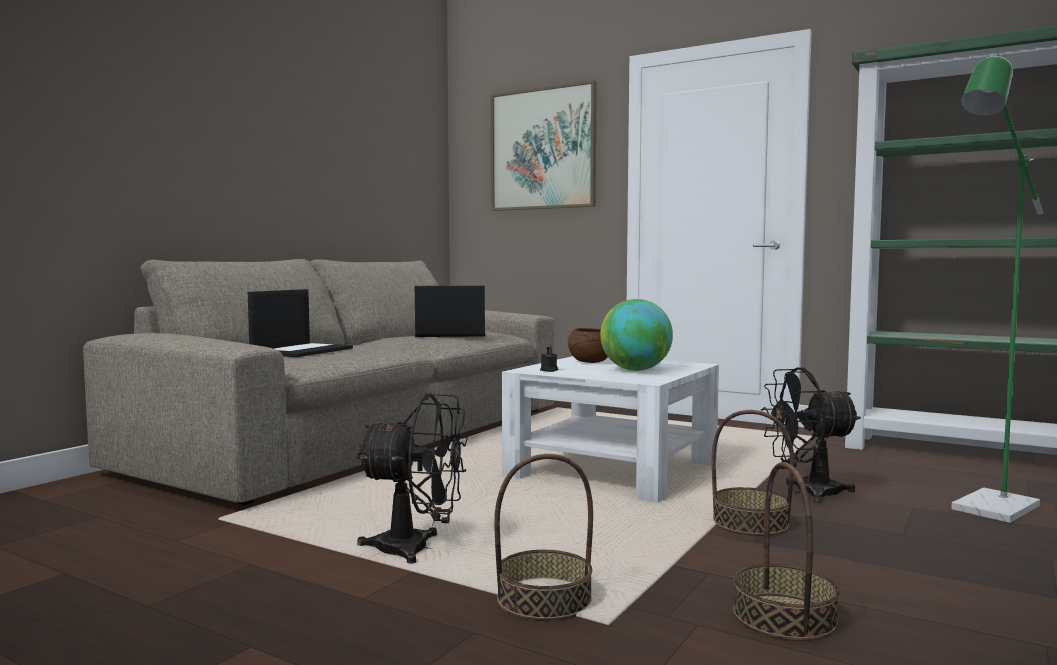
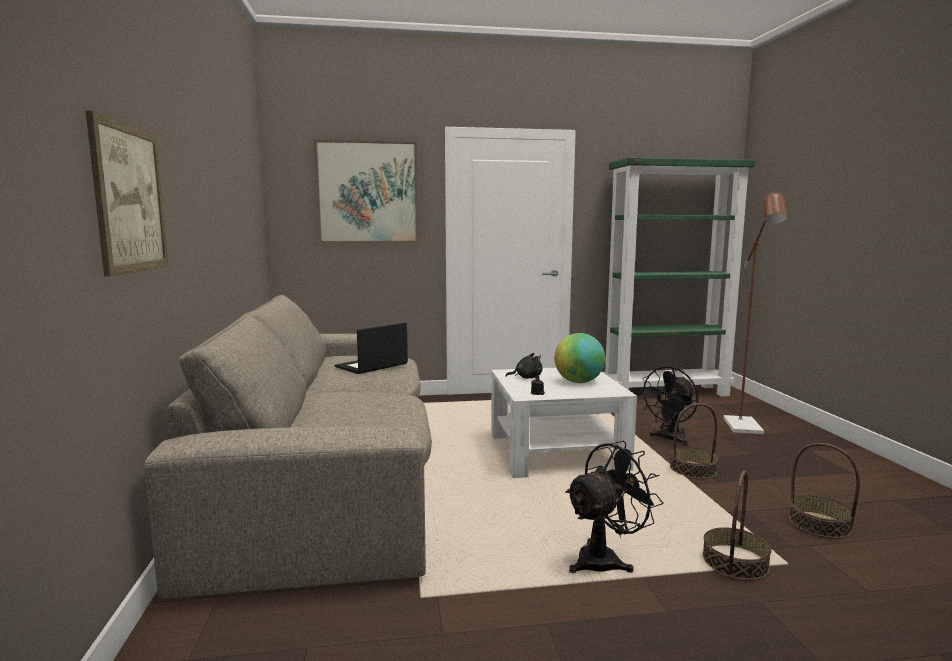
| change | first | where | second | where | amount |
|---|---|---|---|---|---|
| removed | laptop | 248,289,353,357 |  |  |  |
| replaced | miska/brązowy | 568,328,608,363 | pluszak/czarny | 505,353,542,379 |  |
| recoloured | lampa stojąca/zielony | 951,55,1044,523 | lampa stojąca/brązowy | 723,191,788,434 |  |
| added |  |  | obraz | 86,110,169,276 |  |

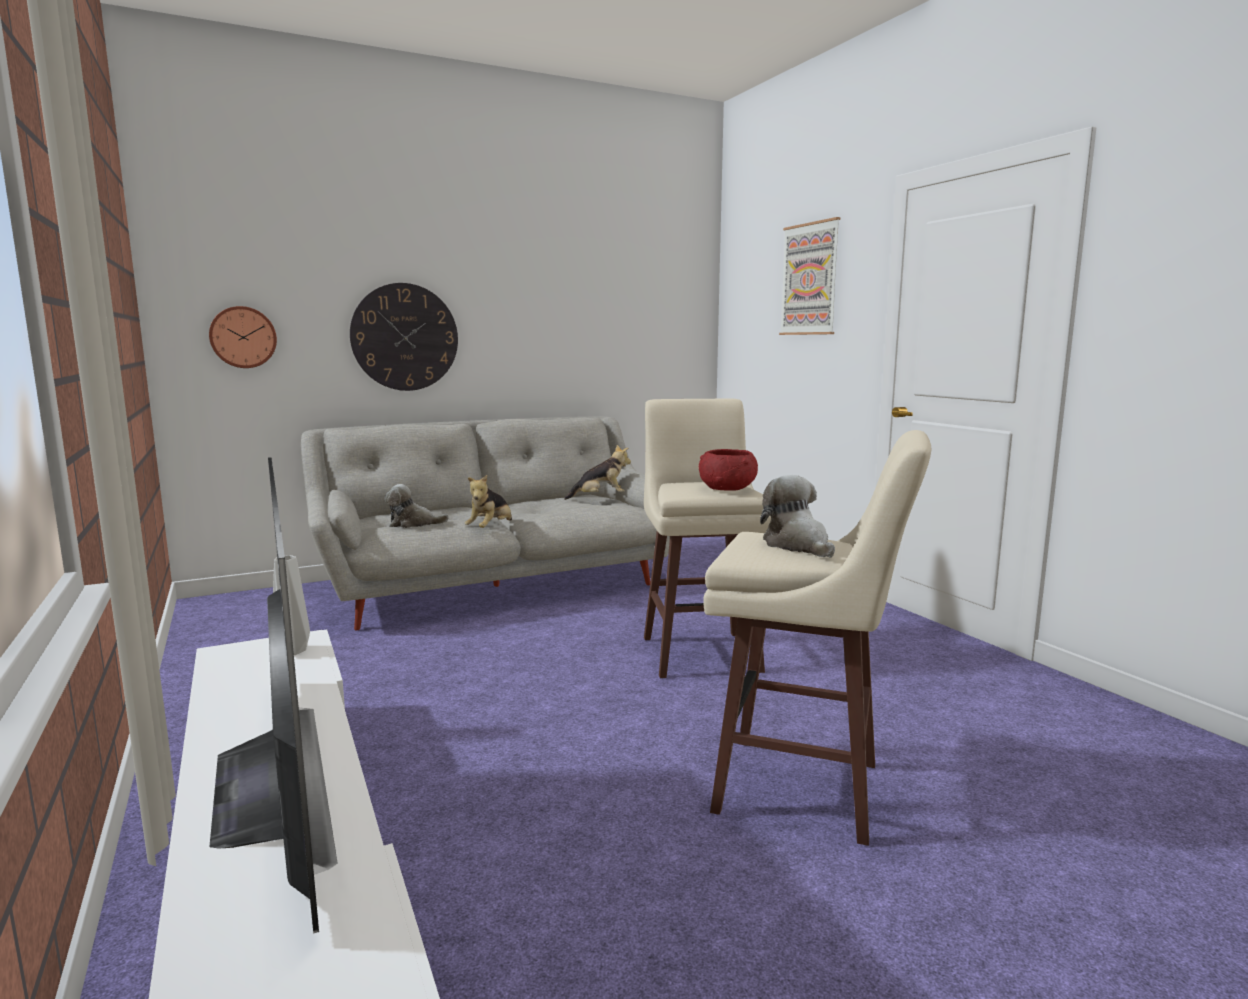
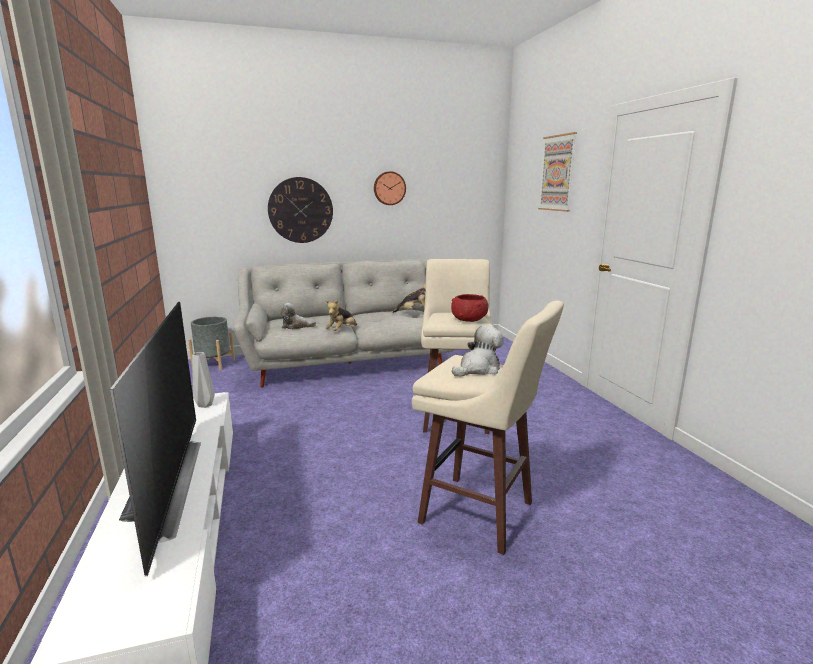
| change | first | where | second | where | amount |
|---|---|---|---|---|---|
| moved | zegar ścienny | 209,306,277,368 |  | 374,171,406,205 |  |
| turned | pluszak | 760,475,835,558 |  | 452,325,504,377 | 60 degrees clockwise |
| added |  |  | donica/szary | 188,317,235,371 |  |

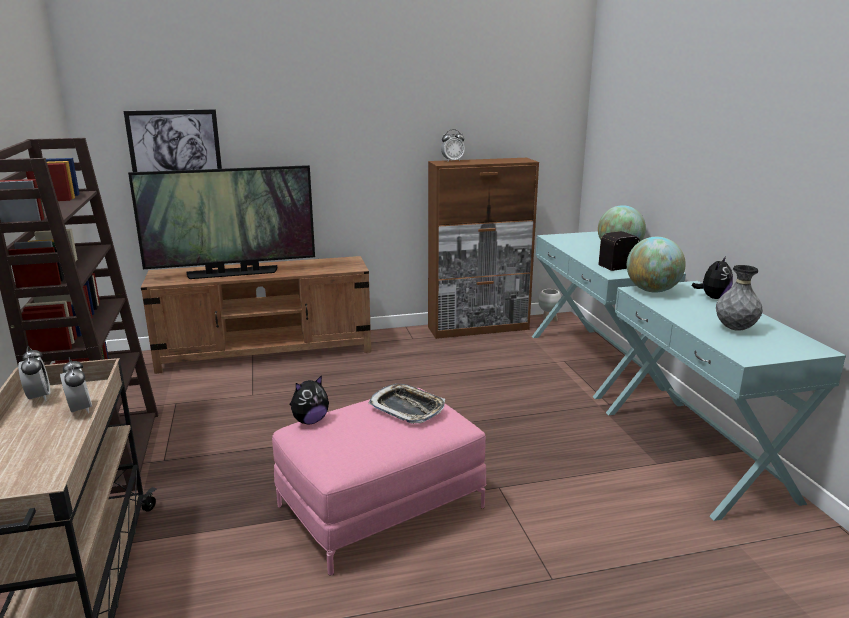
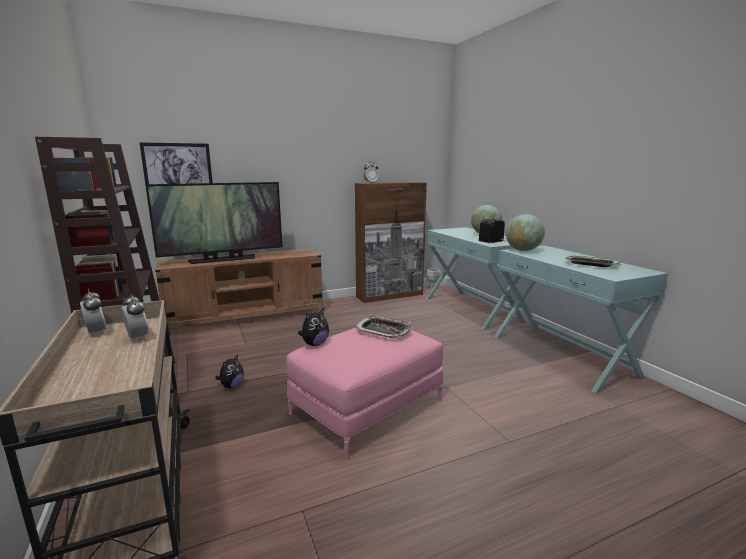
| change | first | where | second | where | amount |
|---|---|---|---|---|---|
| moved | pluszak | 692,256,733,299 |  | 215,354,244,388 |  |
| replaced | wazon/szary | 716,265,763,331 | taca | 565,256,620,267 |  |

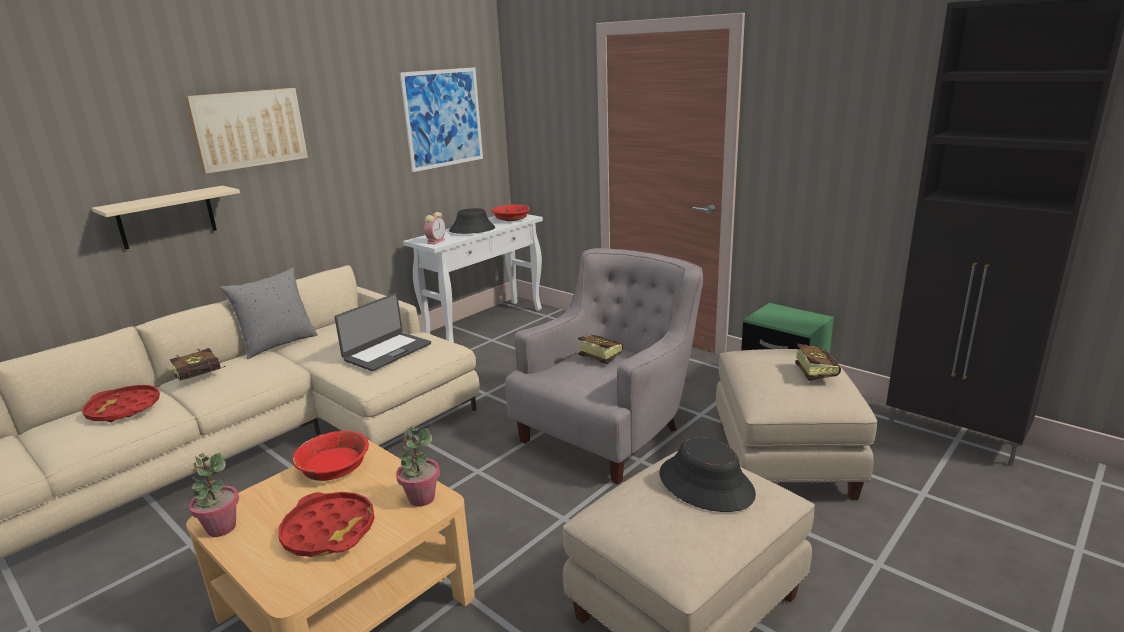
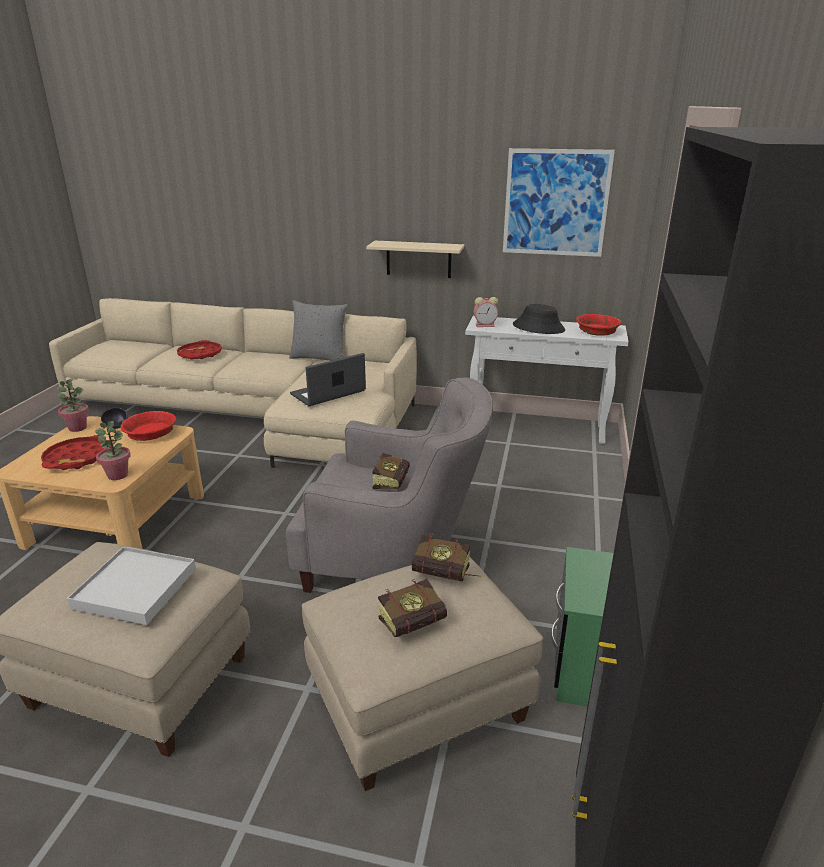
| change | first | where | second | where | amount |
|---|---|---|---|---|---|
| moved | półka/beżowy | 92,186,240,250 |  | 366,241,464,278 |  |
| moved | książka | 170,348,227,381 |  | 412,534,481,581 |  |
| removed | obraz | 185,88,308,174 |  |  |  |
| turned | laptop | 334,293,431,371 |  | 290,353,366,406 | 135 degrees clockwise |
| replaced | kapelusz/czarny | 659,437,756,512 | taca/biały | 67,546,196,625 |  |
| added |  |  | miska/czarny | 101,408,128,429 |  |

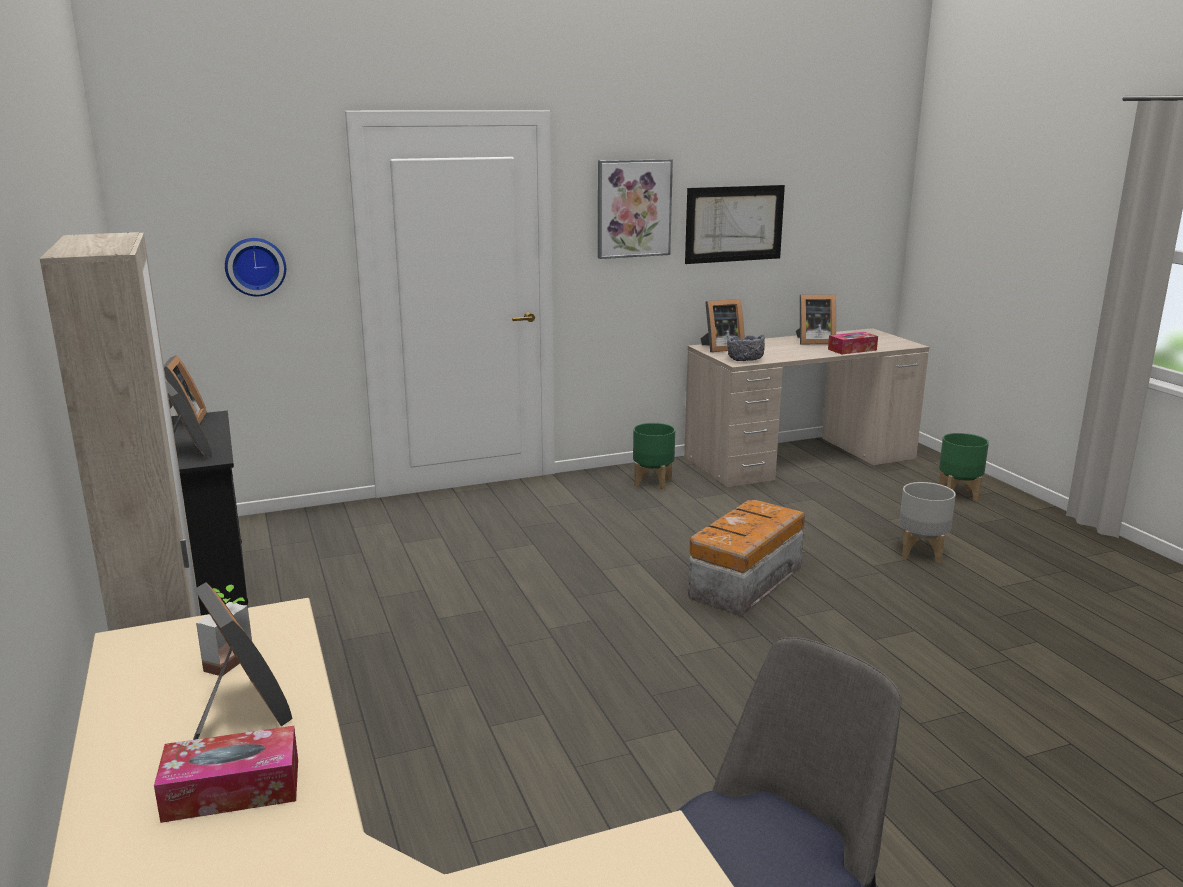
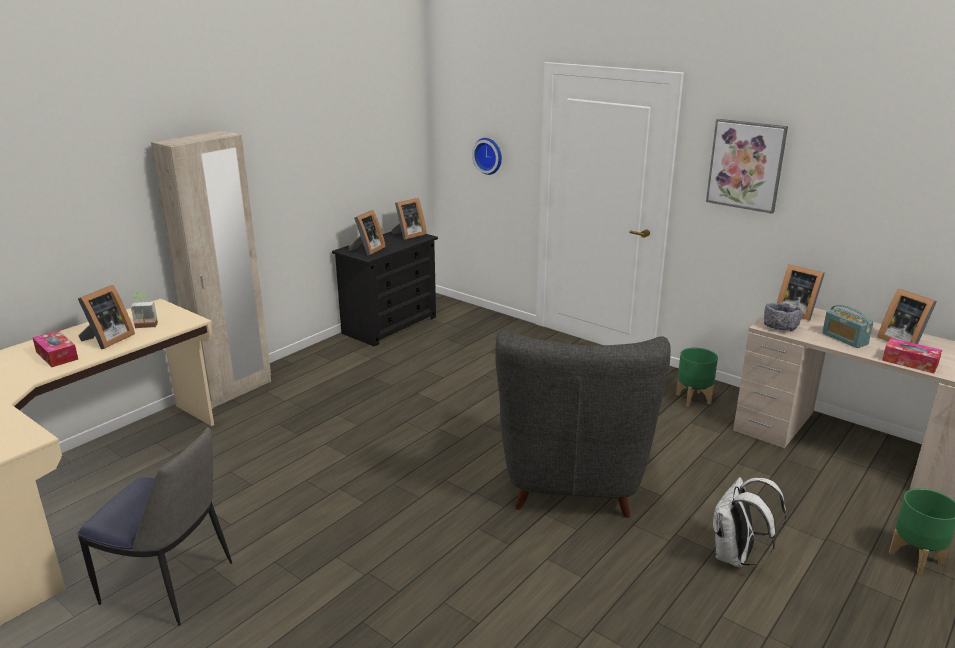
| change | first | where | second | where | amount |
|---|---|---|---|---|---|
| removed | obraz | 685,185,785,264 |  |  |  |
| replaced | pojemnik do przechowywania | 688,500,805,616 | fotel/szary | 495,329,671,518 |  |
| replaced | donica/szary | 899,482,956,564 | plecak/biały | 713,477,786,568 |  |
| added |  |  | radio | 822,305,873,348 |  |

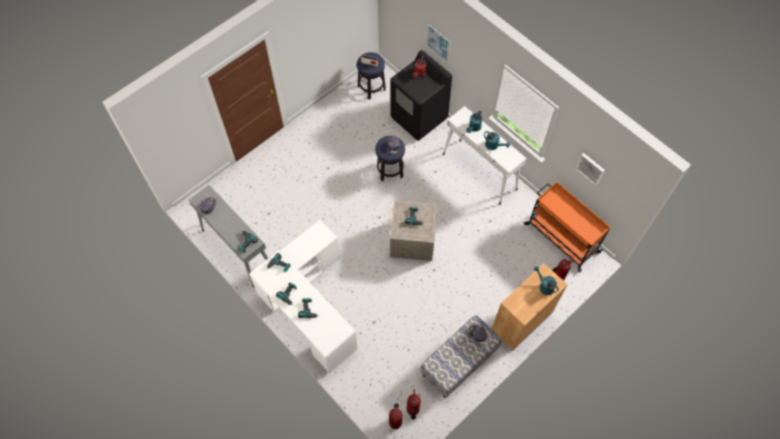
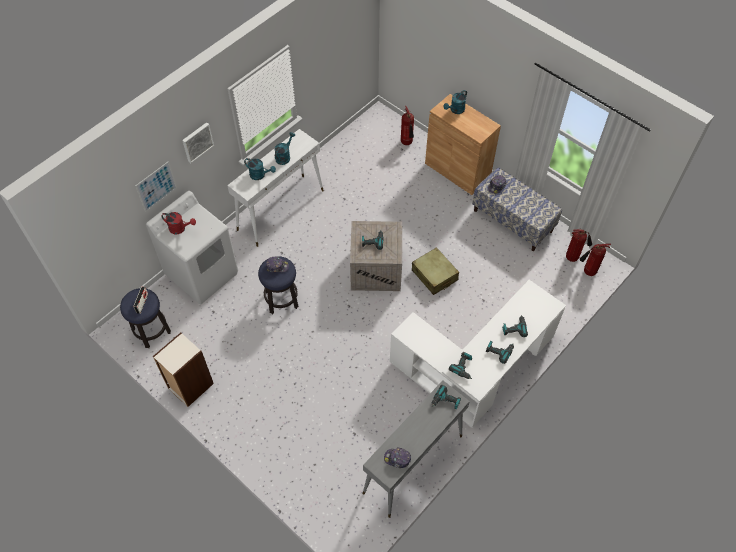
| change | first | where | second | where | amount |
|---|---|---|---|---|---|
| recoloured | pralka/czarny | 390,50,452,141 | pralka/biały | 146,191,238,304 |  |
| removed | wózek/pomarańczowy | 524,182,611,272 |  |  |  |
| moved | obraz | 576,153,605,186 |  | 182,122,214,163 |  |
| added |  |  | regał | 153,333,214,407 |  |
| added |  |  | walizka/beżowy | 412,247,459,295 |  |

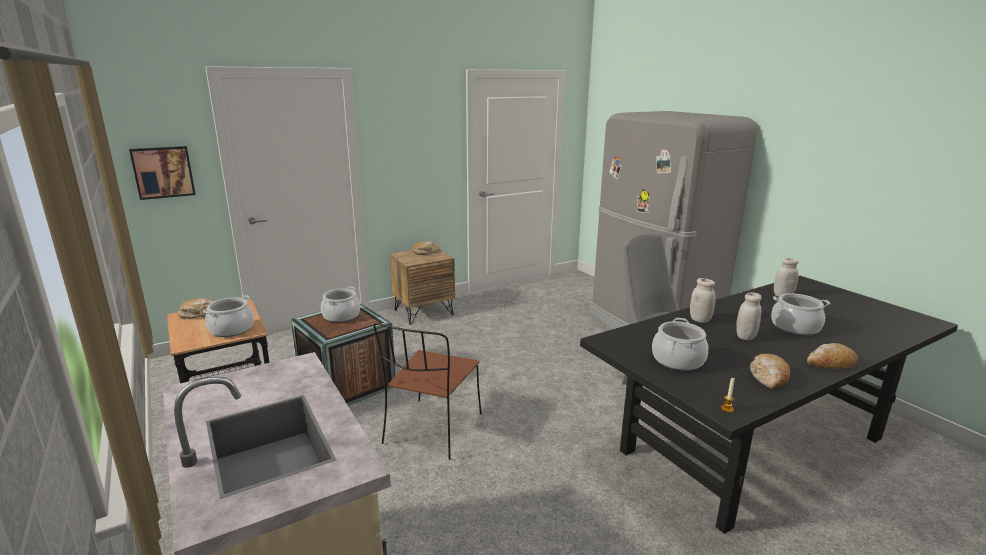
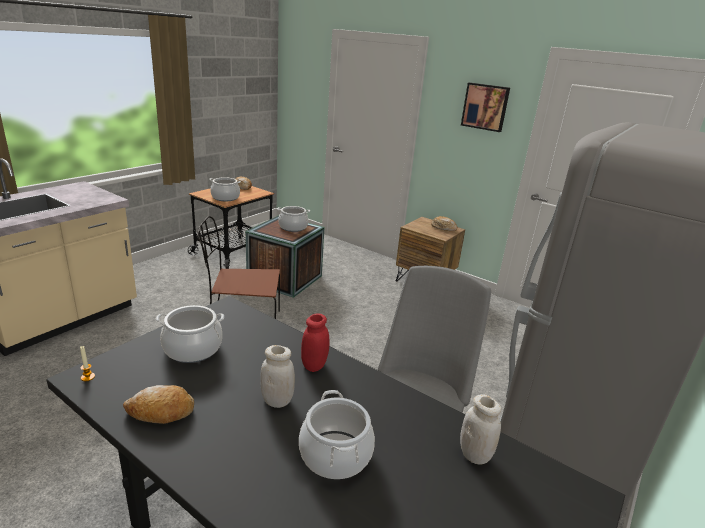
| change | first | where | second | where | amount |
|---|---|---|---|---|---|
| moved | obraz | 129,146,196,200 |  | 461,82,510,132 |  |
| recoloured | słoik/biały | 690,278,716,323 | słoik/czerwony | 301,313,329,372 |  |
| removed | chleb | 807,343,858,369 |  |  |  |

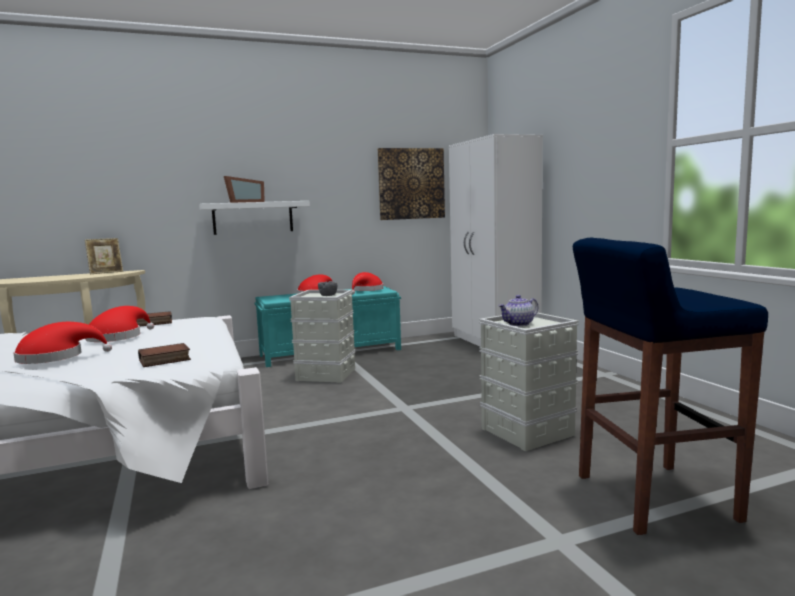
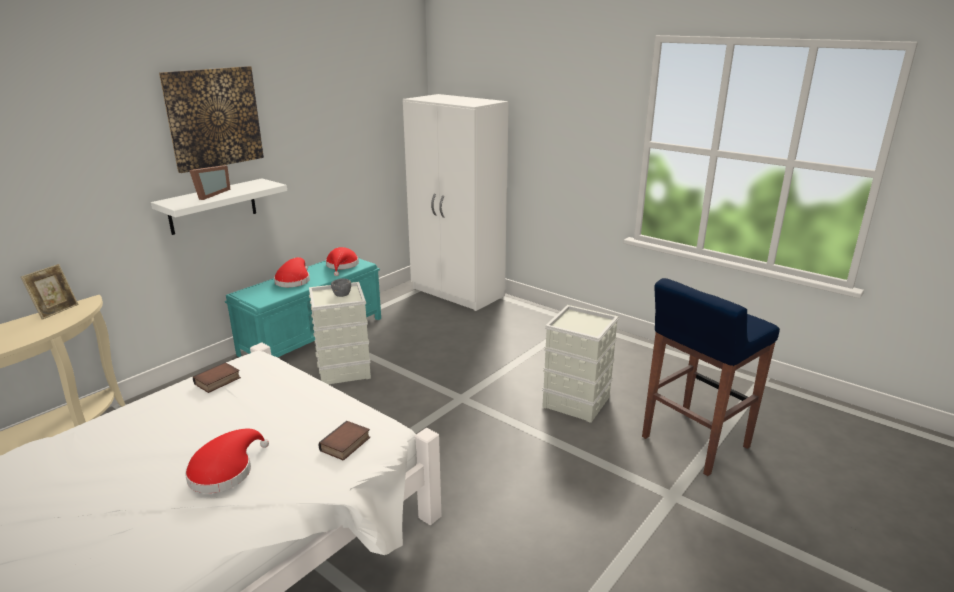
| change | first | where | second | where | amount |
|---|---|---|---|---|---|
| removed | kapelusz/czerwony | 85,306,154,342 |  |  |  |
| moved | obraz | 378,148,445,220 |  | 159,66,264,173 |  |
| removed | imbryk | 498,295,538,326 |  |  |  |

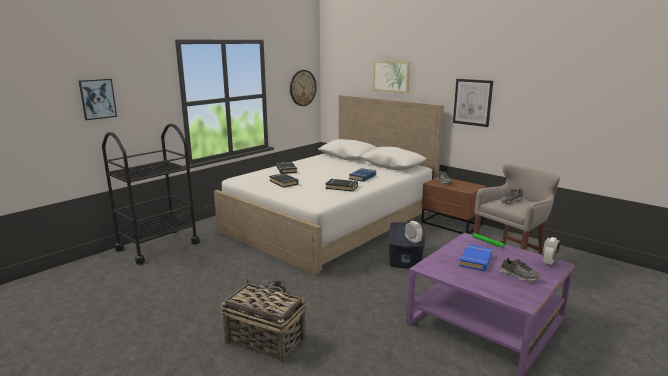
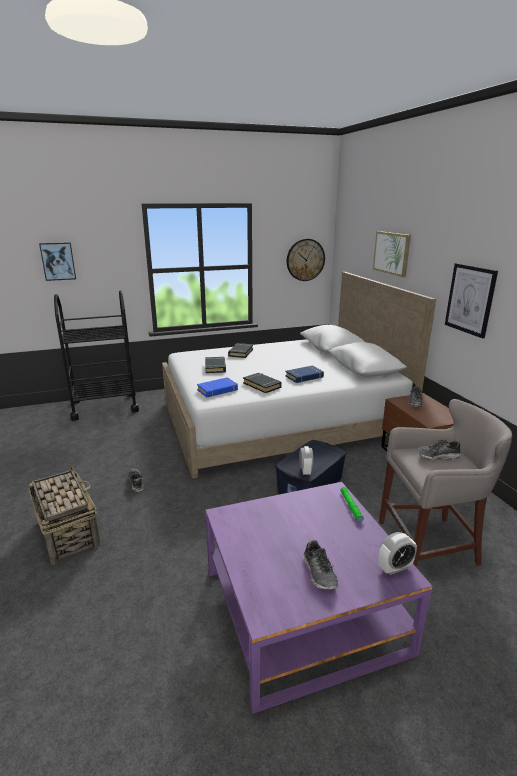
| change | first | where | second | where | amount |
|---|---|---|---|---|---|
| moved | książka/niebieski | 459,244,493,272 |  | 197,377,238,397 |  |

